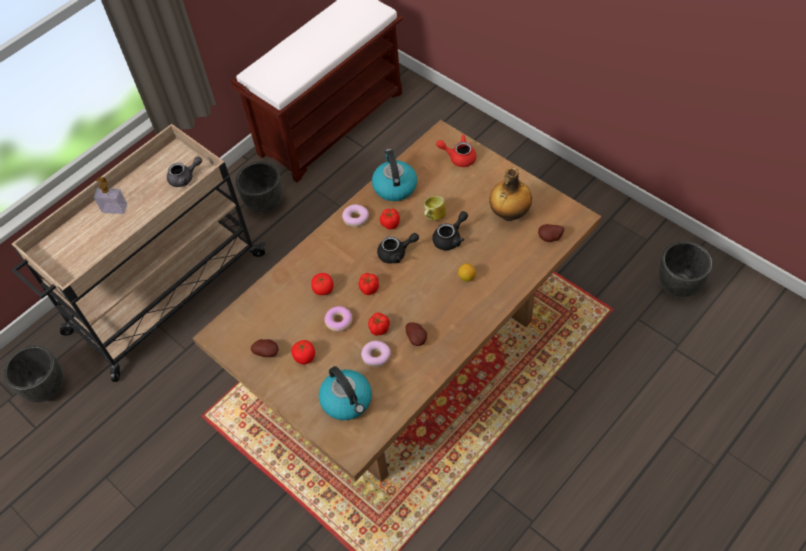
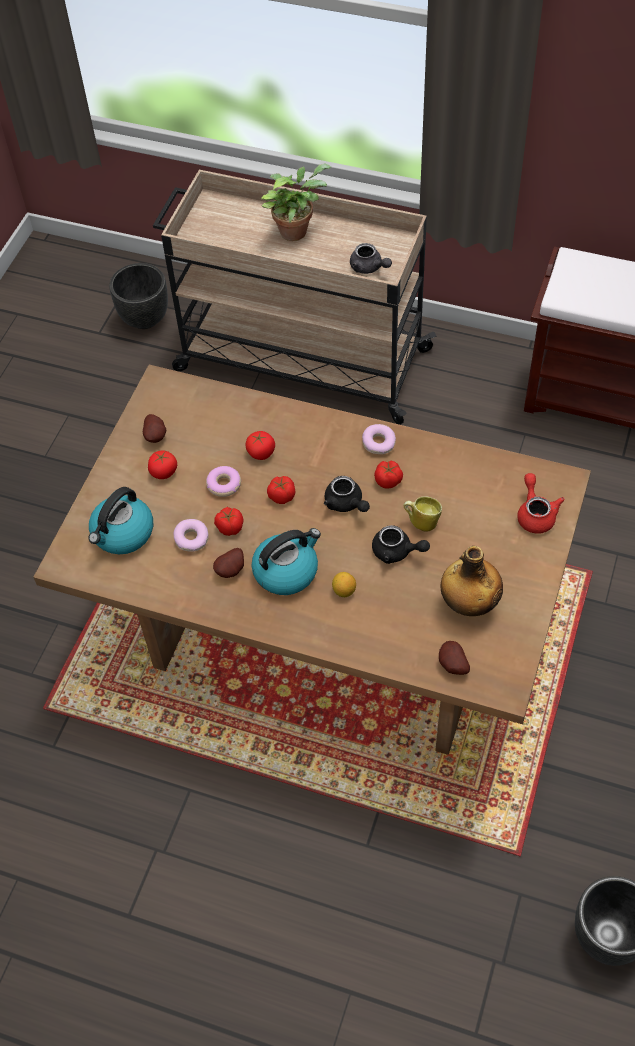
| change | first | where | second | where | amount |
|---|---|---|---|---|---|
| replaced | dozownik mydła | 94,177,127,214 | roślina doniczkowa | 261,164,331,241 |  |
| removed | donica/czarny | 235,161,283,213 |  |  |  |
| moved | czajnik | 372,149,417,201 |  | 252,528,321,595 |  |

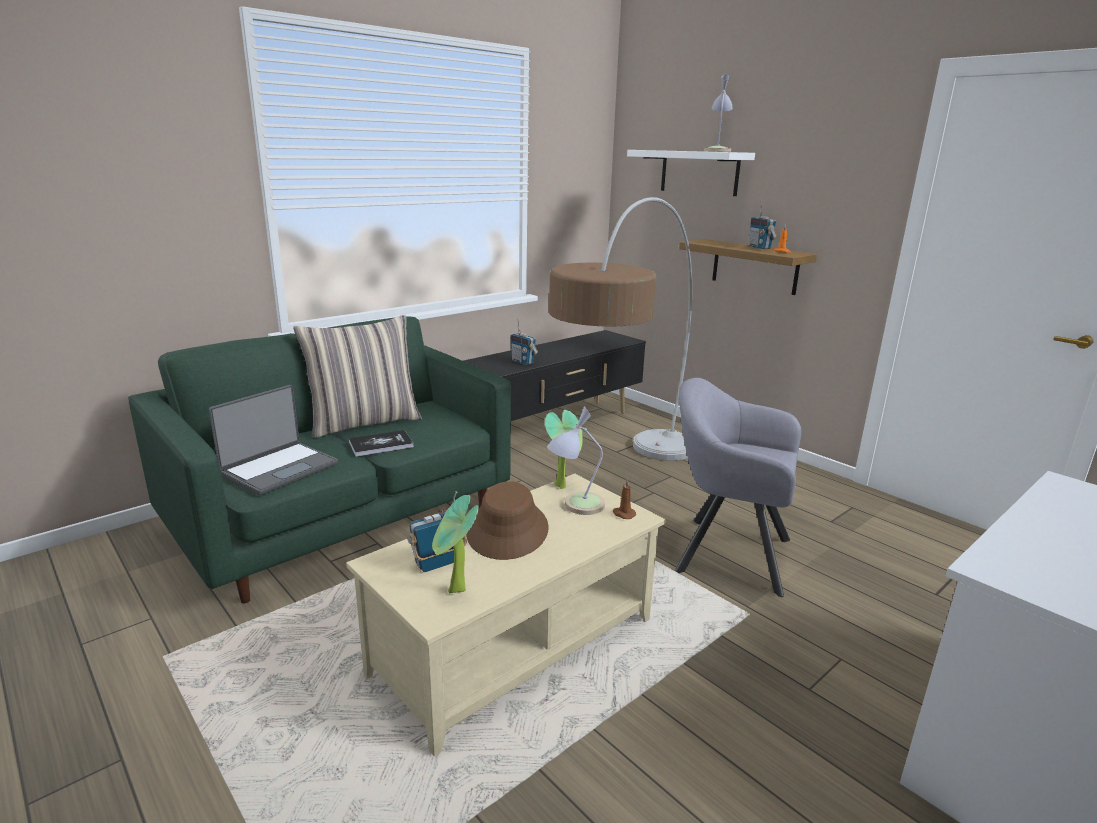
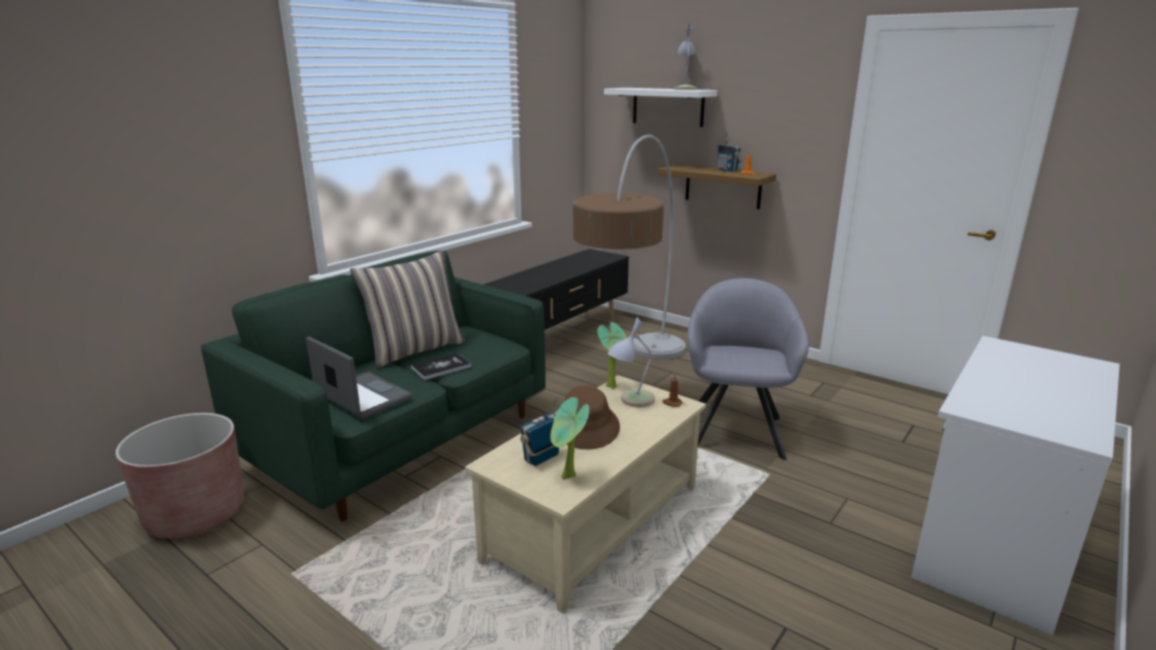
| change | first | where | second | where | amount |
|---|---|---|---|---|---|
| turned | laptop | 209,385,338,496 |  | 306,337,412,419 | 75 degrees counterclockwise |
| removed | radio | 511,319,538,365 |  |  |  |
| turned | fotel/szary | 675,378,801,597 |  | 687,278,809,460 | 90 degrees clockwise |
| added |  |  | donica/brązowy | 115,413,244,539 |  |

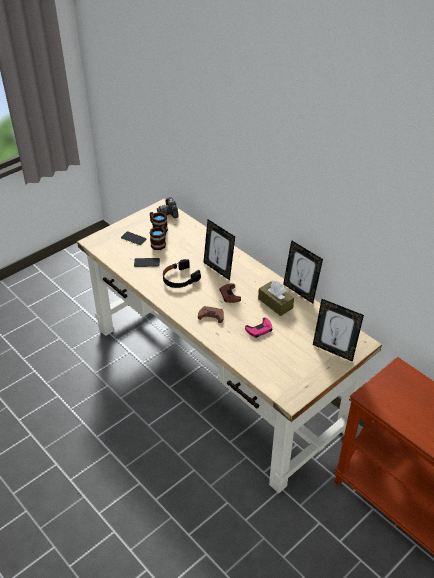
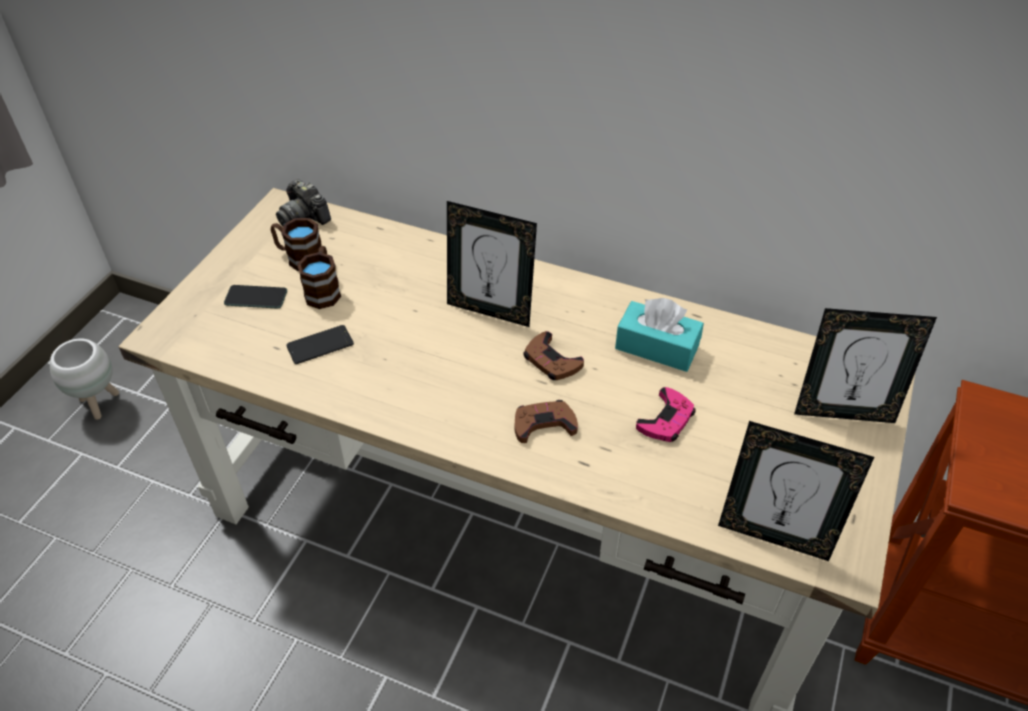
| change | first | where | second | where | amount |
|---|---|---|---|---|---|
| removed | słuchawki/czarny | 163,259,201,288 |  |  |  |
| recoloured | pudełko chusteczek/brązowy | 258,281,294,316 | pudełko chusteczek/turkusowy | 615,298,704,372 |  |
| moved | ramka na zdjęcie | 283,240,323,303 |  | 718,421,874,561 |  |
| added |  |  | donica/biały | 50,338,119,420 |  |

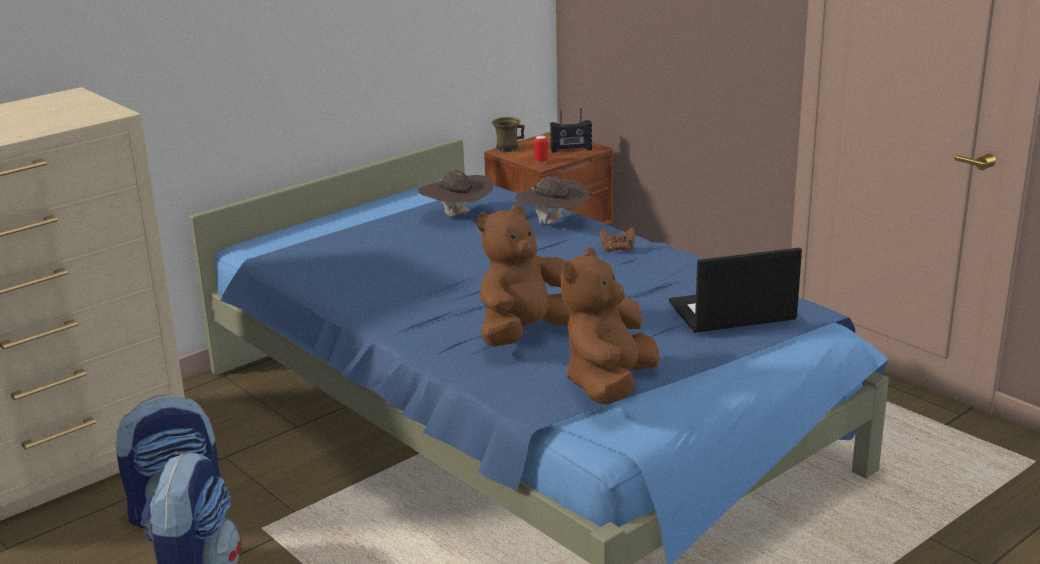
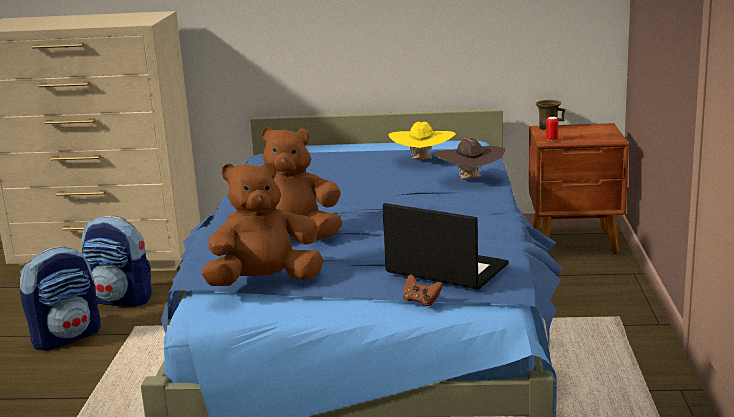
| change | first | where | second | where | amount |
|---|---|---|---|---|---|
| recoloured | kapelusz/brązowy | 418,170,493,217 | kapelusz/żółty | 388,122,456,160 |  |
| removed | radio | 550,108,592,153 |  |  |  |
| moved | pad do gier/brązowy | 599,227,635,252 |  | 403,274,443,306 |  |

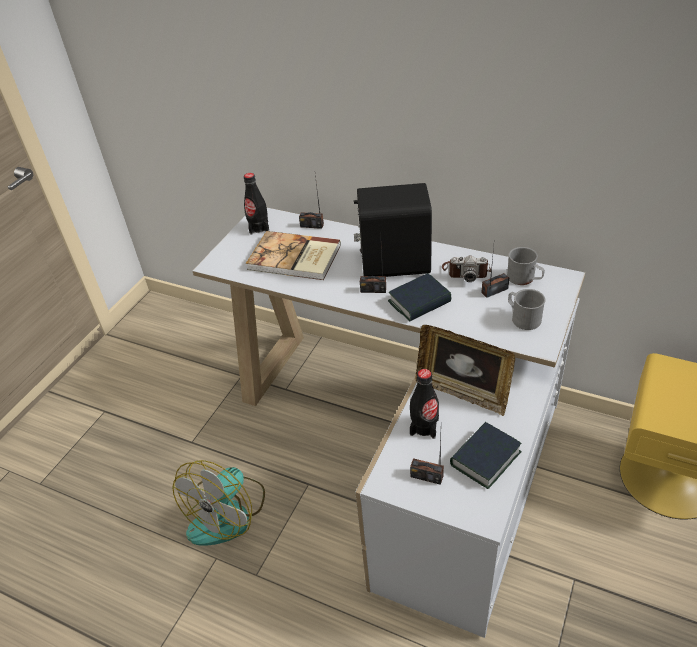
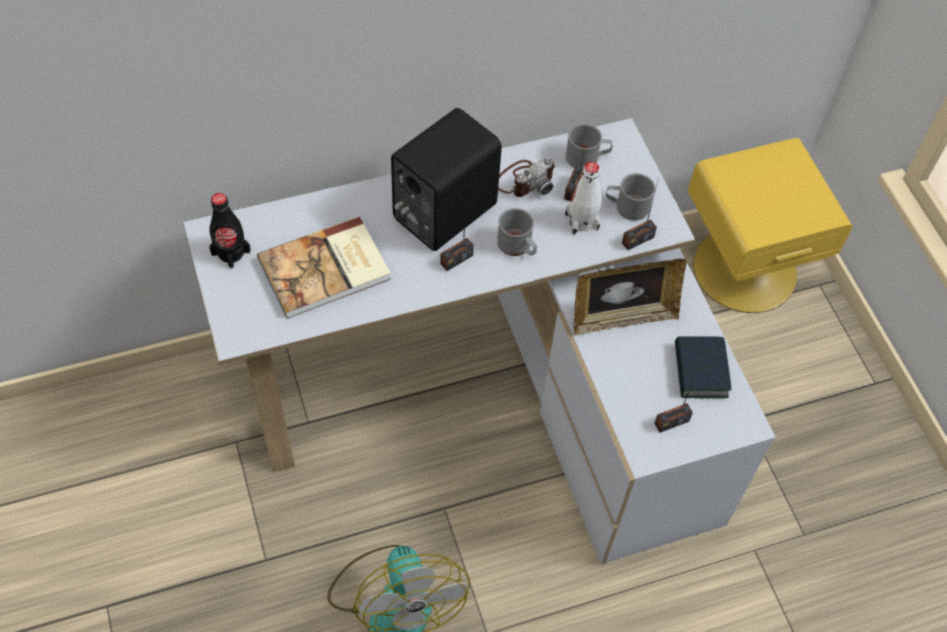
| change | first | where | second | where | amount |
|---|---|---|---|---|---|
| moved | radio | 299,176,324,229 |  | 622,178,659,250 |  |
| replaced | książka | 388,273,451,322 | kubek/szary | 497,208,537,256 |  |
| removed | butelka/czarny | 410,369,439,439 |  |  |  |
| added |  |  | butelka/biały | 565,162,602,235 |  |

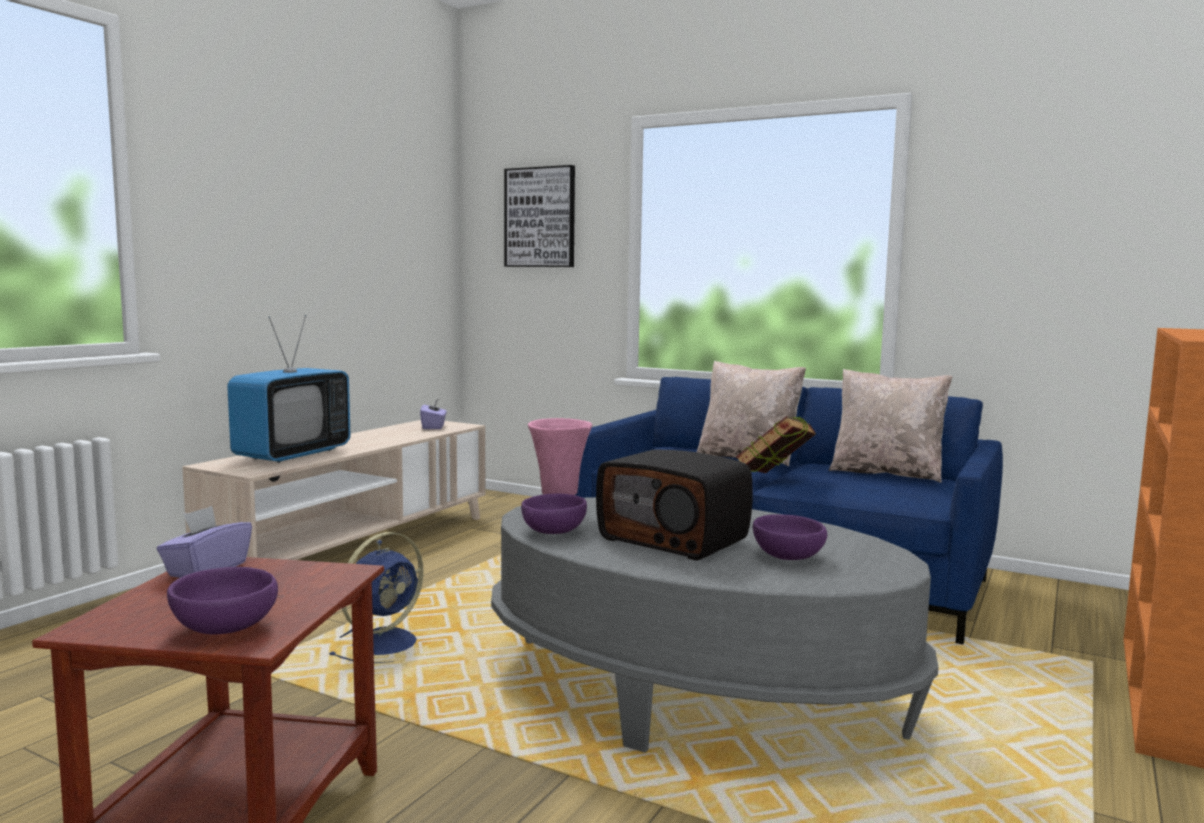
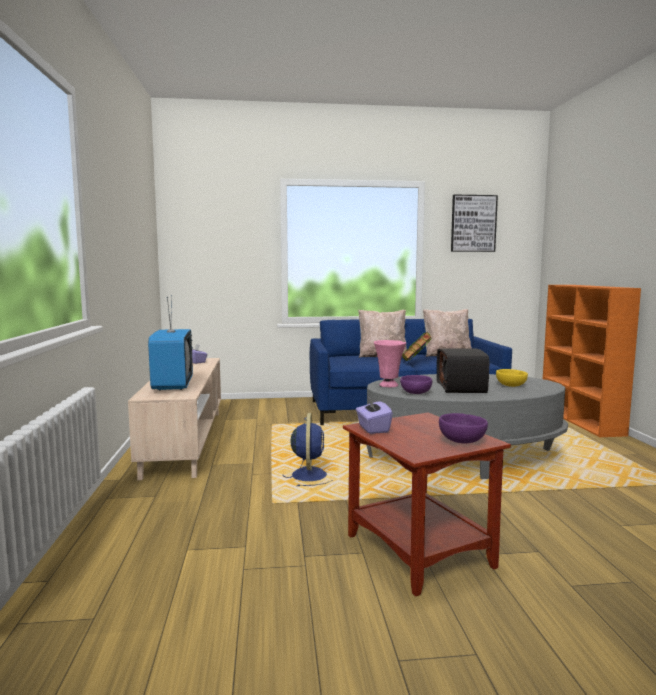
| change | first | where | second | where | amount |
|---|---|---|---|---|---|
| moved | obraz | 504,165,575,267 |  | 451,195,498,252 |  |
| turned | radio | 596,450,753,561 |  | 437,348,490,393 | 90 degrees clockwise |
| recoloured | miska/fioletowy | 753,514,827,560 | miska/żółty | 496,369,528,387 |  |

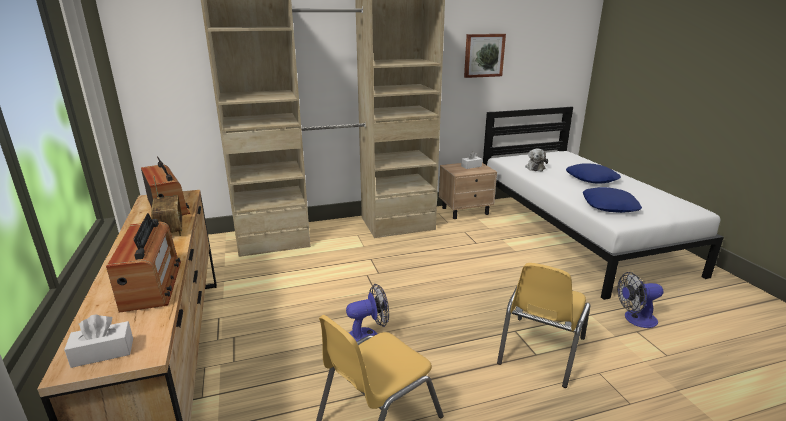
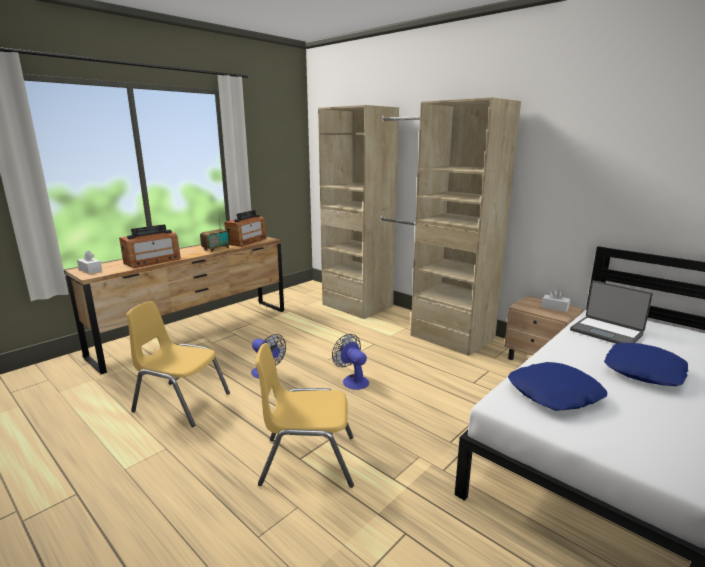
| change | first | where | second | where | amount |
|---|---|---|---|---|---|
| removed | obraz | 464,34,506,78 |  |  |  |
| replaced | pluszak | 525,148,548,172 | laptop | 570,280,653,344 |  |
| moved | wentylator | 617,272,664,328 |  | 332,334,369,390 |  |

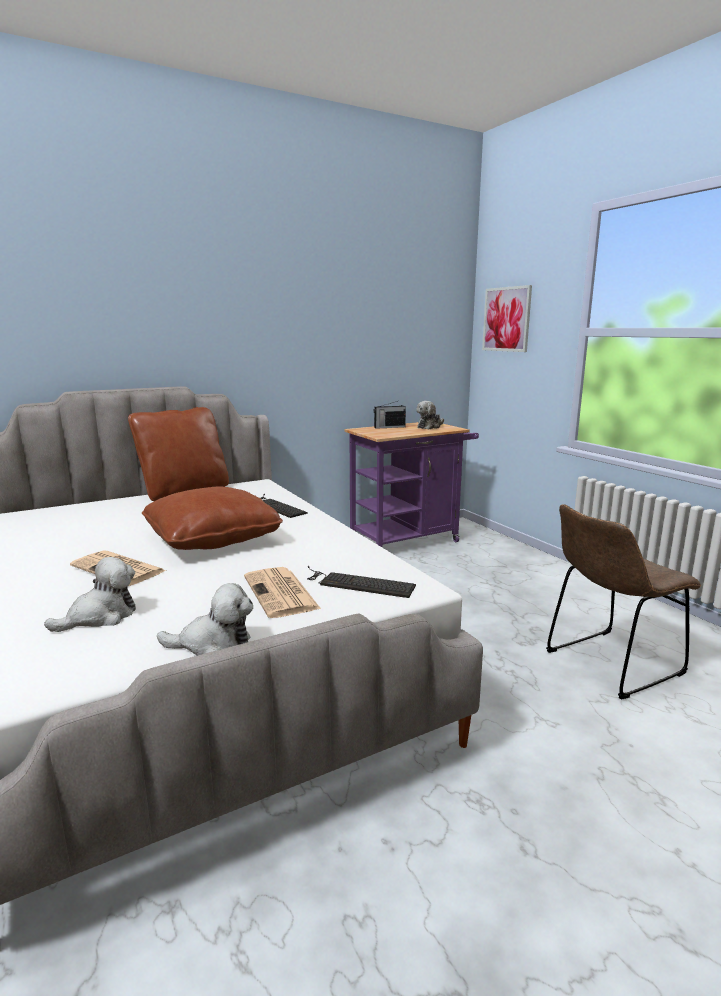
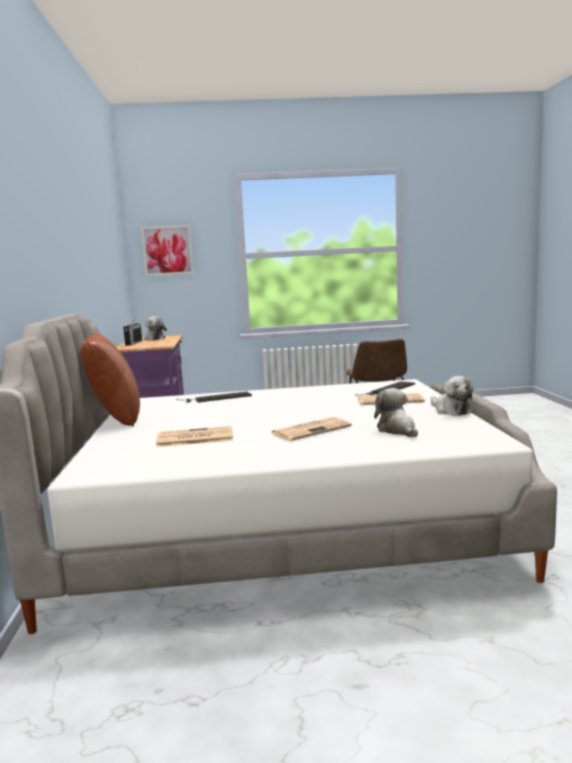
| change | first | where | second | where | amount |
|---|---|---|---|---|---|
| removed | poduszka/brązowy | 142,487,283,550 |  |  |  |
| turned | pluszak | 157,583,253,656 |  | 431,376,474,416 | 135 degrees clockwise |
| added |  |  | gazeta | 156,426,233,447 |  |

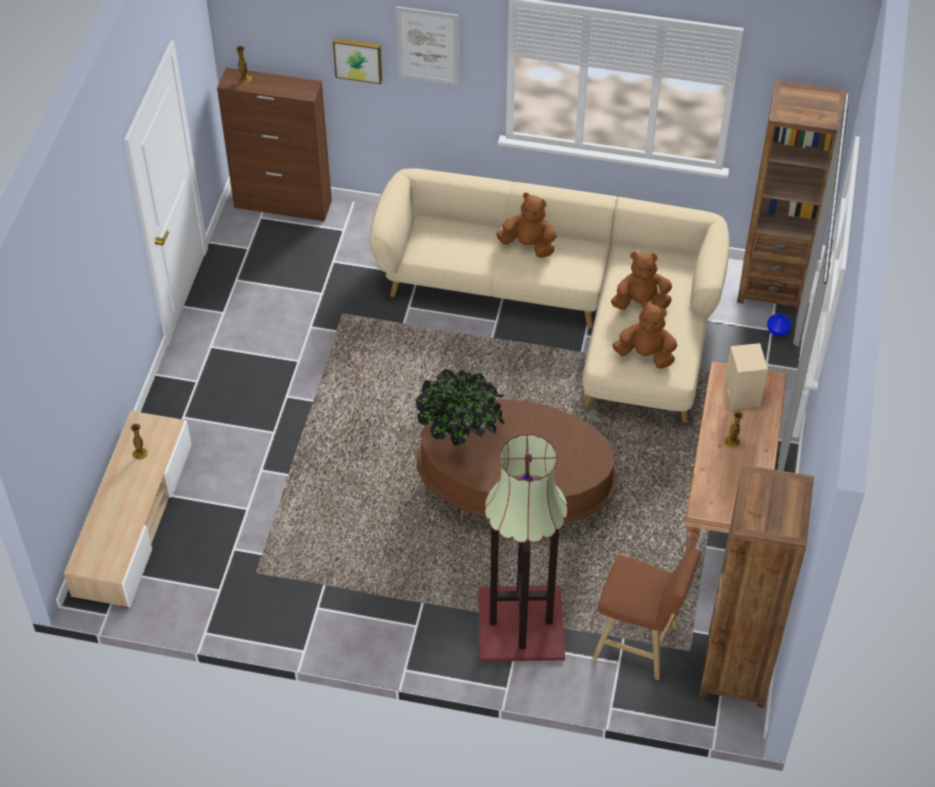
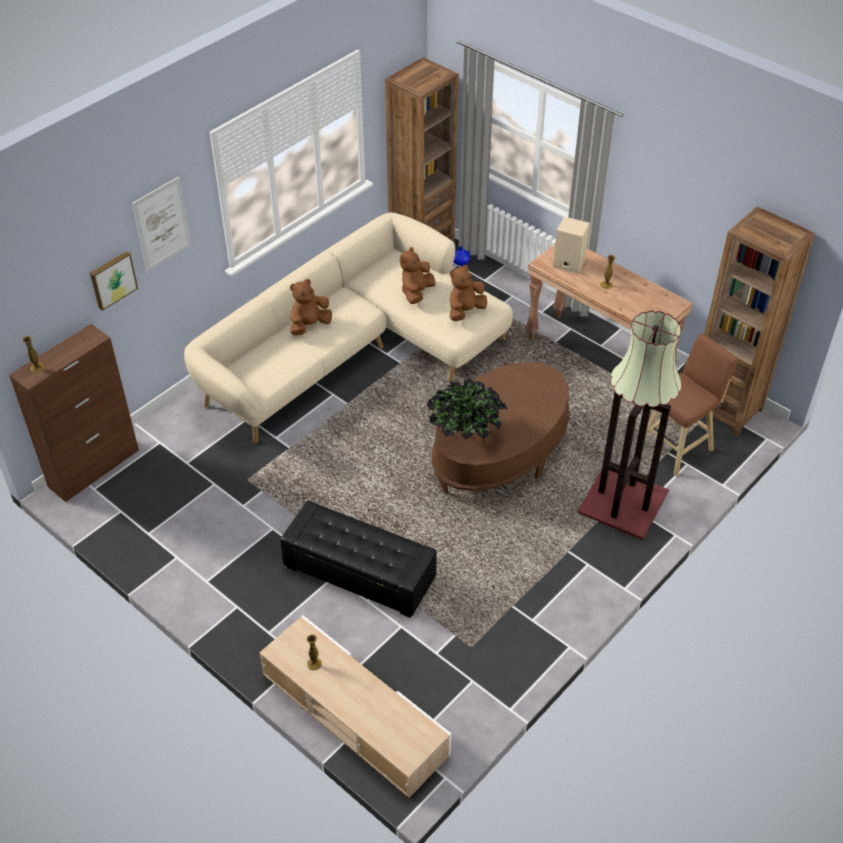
| change | first | where | second | where | amount |
|---|---|---|---|---|---|
| added |  |  | pufa/czarny | 280,501,437,618 |  |

